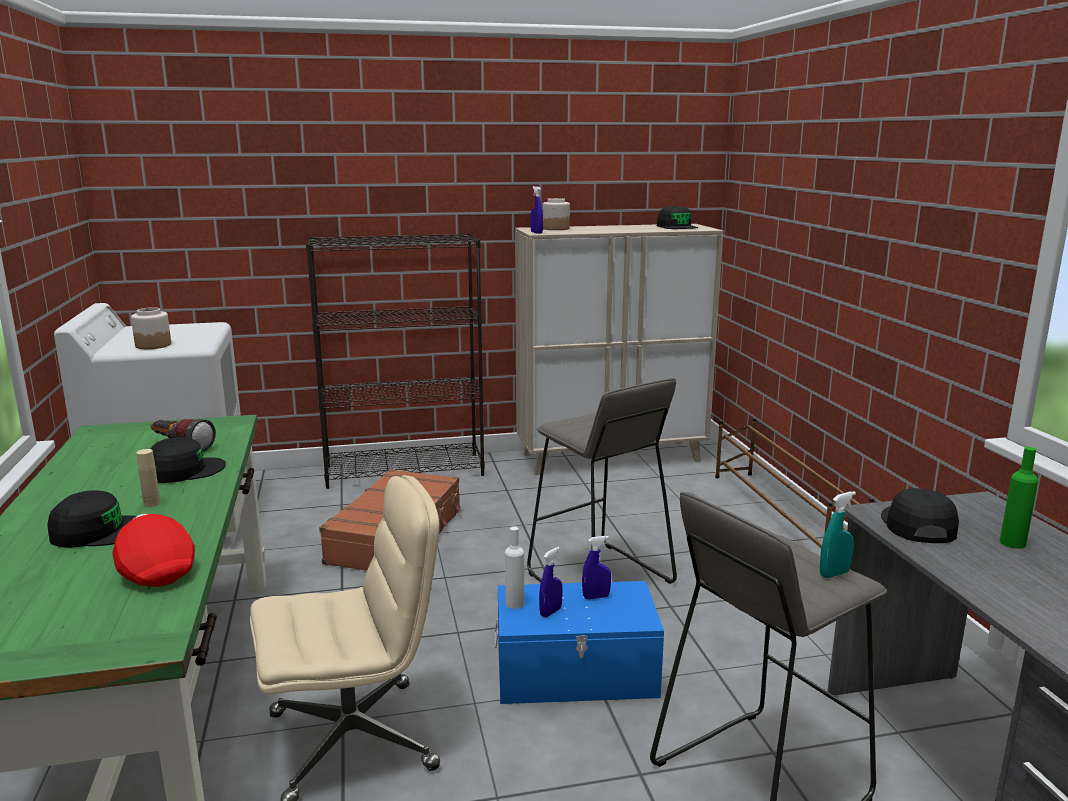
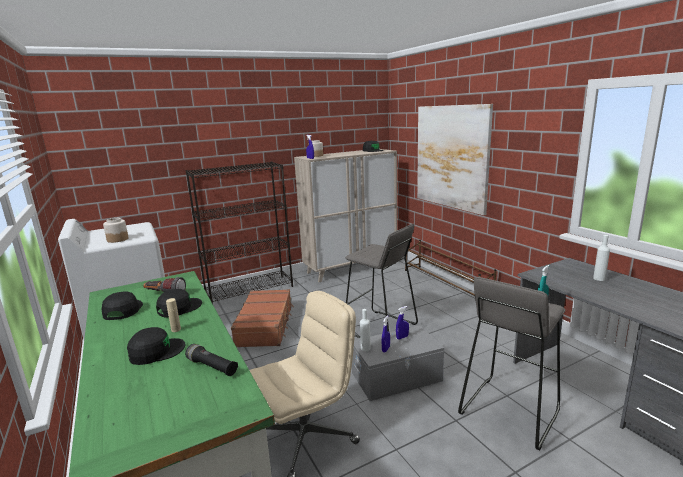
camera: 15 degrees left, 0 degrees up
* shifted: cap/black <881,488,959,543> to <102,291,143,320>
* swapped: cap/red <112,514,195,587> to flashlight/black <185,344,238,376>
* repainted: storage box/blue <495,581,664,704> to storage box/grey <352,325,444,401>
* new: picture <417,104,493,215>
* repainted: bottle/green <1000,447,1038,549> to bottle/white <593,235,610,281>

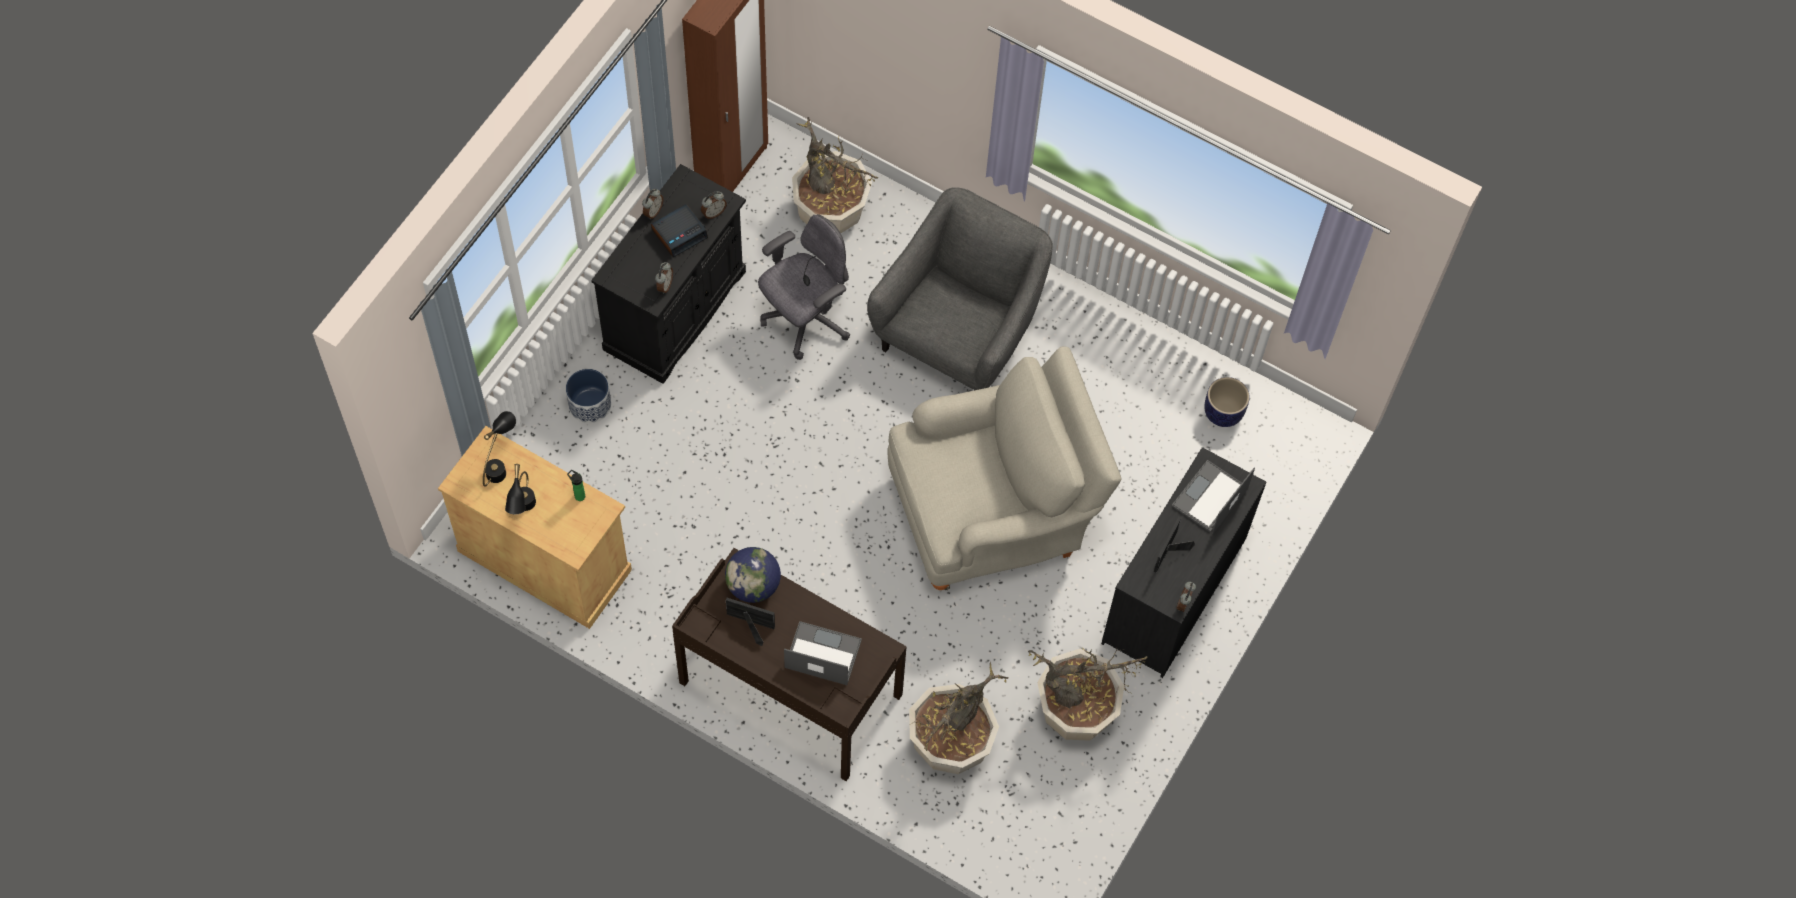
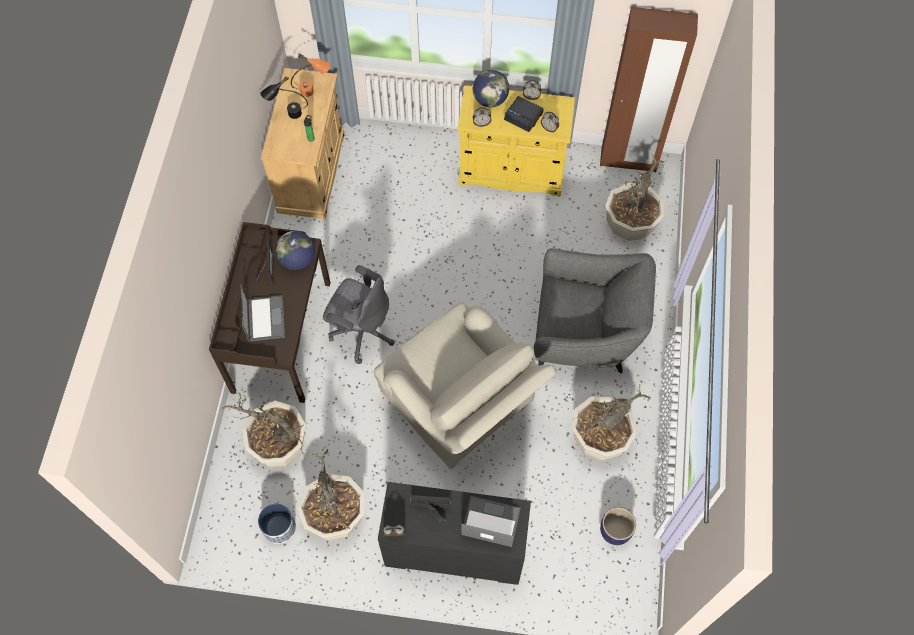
camera: 70 degrees right, 0 degrees up
* shifted: planter <566,369,611,423> to <258,503,296,544>
* repainted: table lamp/black <483,411,516,487> to table lamp/orange <291,54,331,97>
* shifted: office chair/grey <758,214,851,360> to <323,265,395,364>
* repainted: cabinet/black <591,164,746,384> to cabinet/yellow <457,85,575,196>
* new: globe <473,70,509,107>
* new: potted plant <572,385,651,461>

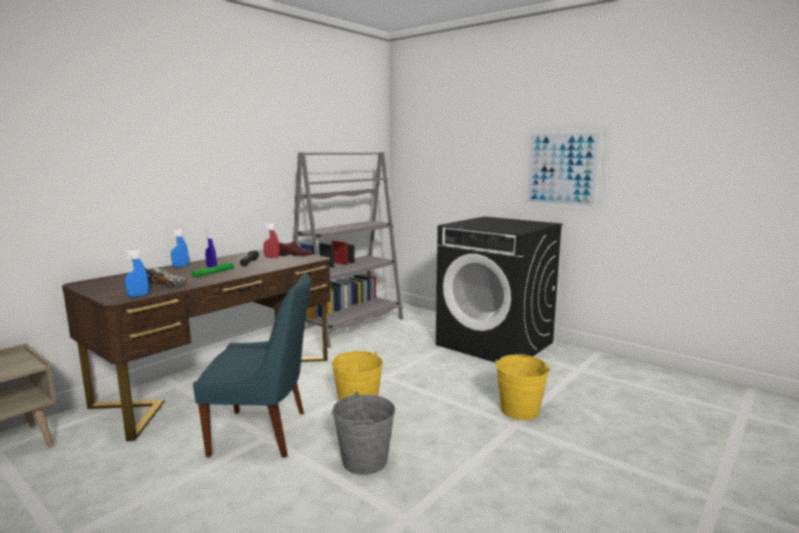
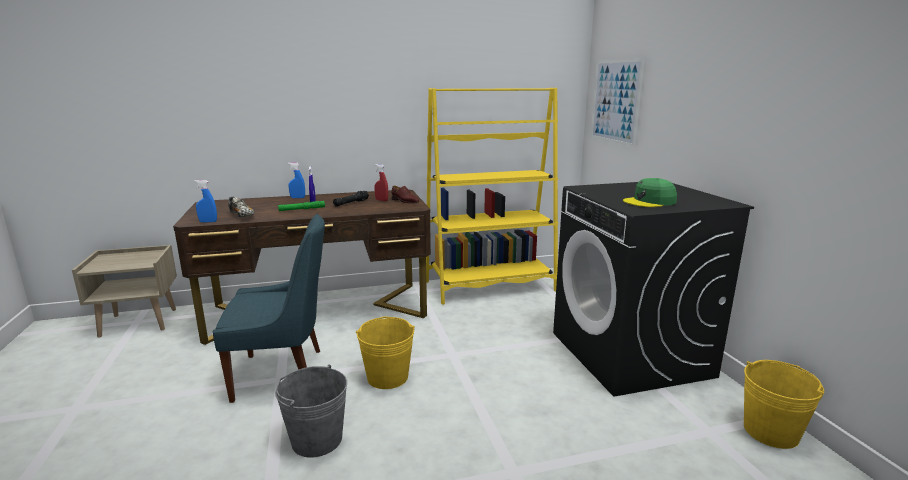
camera: 35 degrees right, 5 degrees up
* rotated: chair/blue <193,272,311,458> = <213,214,325,403> 45 degrees counterclockwise
* repainted: bookcase/grey <293,152,403,348> to bookcase/yellow <426,88,558,305>
* shifted: picture <525,130,603,209> to <591,58,645,146>
* new: cap/green <623,178,677,207>
* shifted: bucket/yellow <495,355,550,420> to <744,360,824,449>

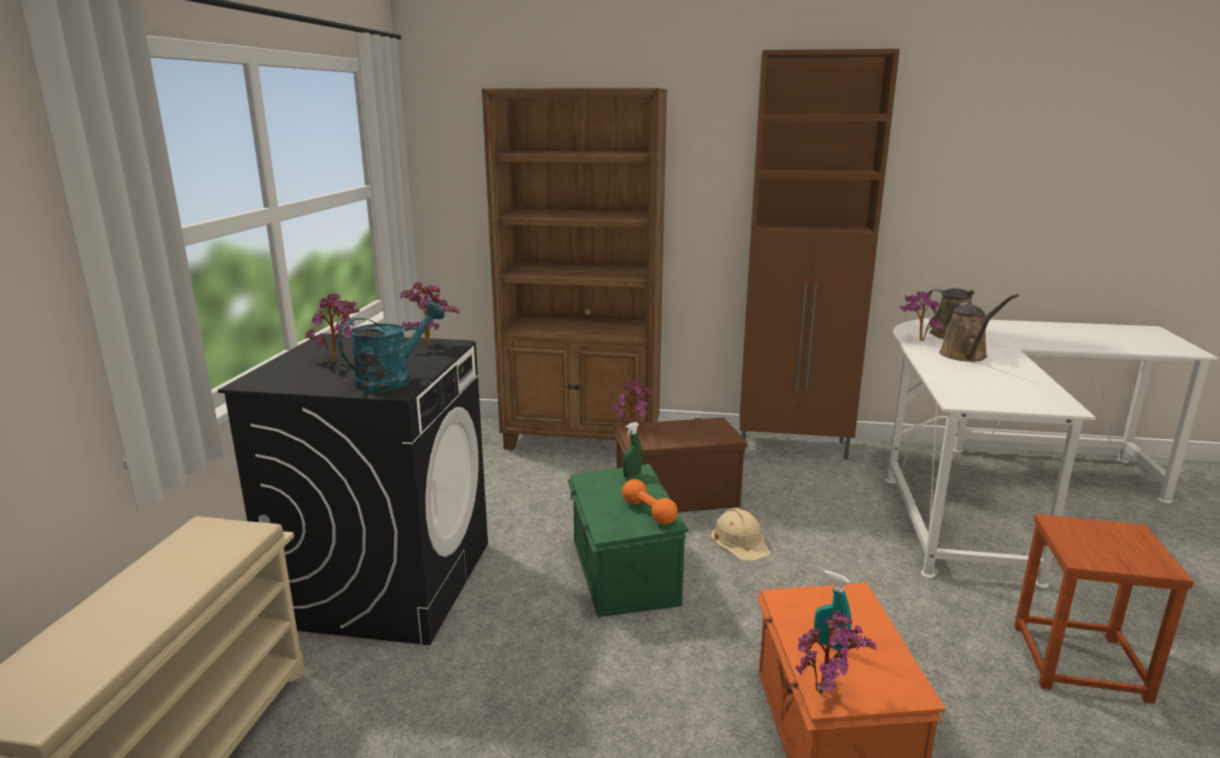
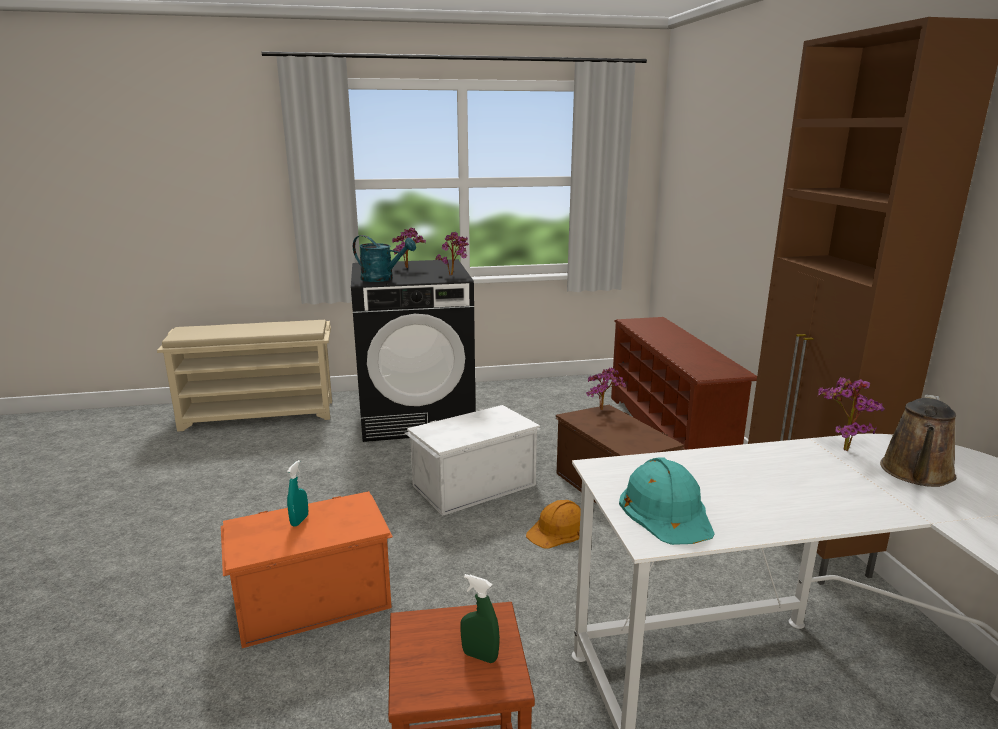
camera: 70 degrees right, 0 degrees up
* repainted: storage box/green <567,464,688,617> to storage box/white <405,405,540,516>
* shifted: spray bottle/green <623,422,642,478> to <460,574,500,663>
* repainted: hard hat/beige <711,508,770,561> to hard hat/orange <526,500,581,549>
* swapped: bookcase/brown <482,88,667,450> to shoe rack/brown <611,317,757,450>
* new: hard hat/turquoise <619,457,715,545>
* gone: dumbbell/orange <622,479,678,525>
* gone: potted plant <796,611,876,694>
* gone: watering can/brown <939,303,992,362>

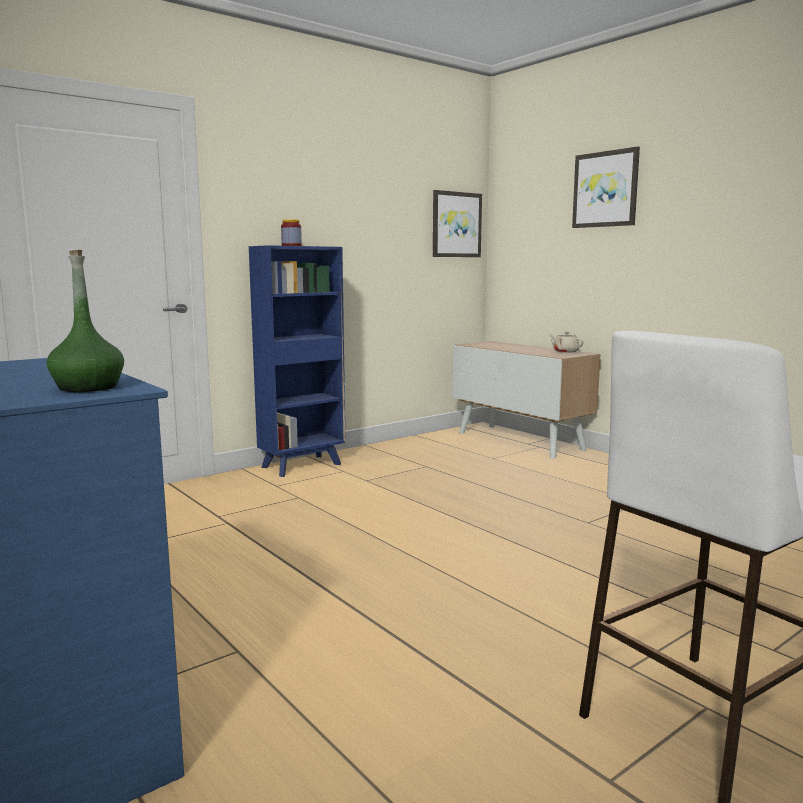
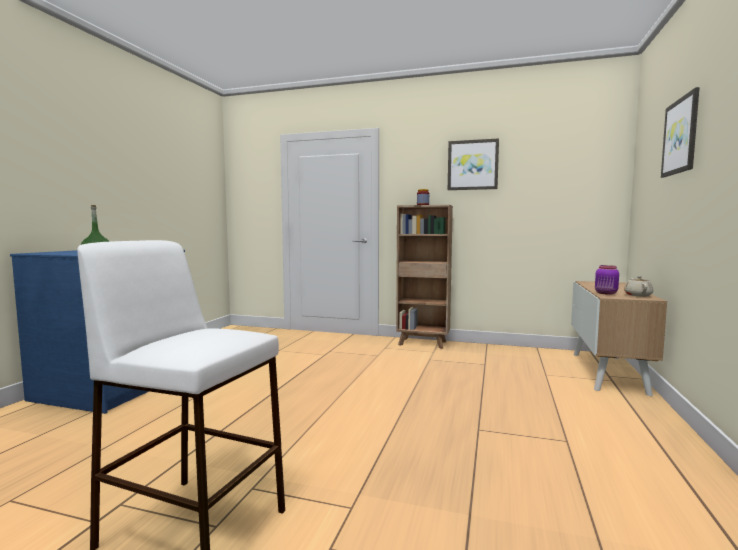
camera: 55 degrees right, 5 degrees down
* repainted: bookcase/blue <249,245,346,477> to bookcase/brown <396,205,453,349>
* shifted: picture <433,190,482,257> to <448,138,499,190>
* new: jar/purple <595,265,619,295>

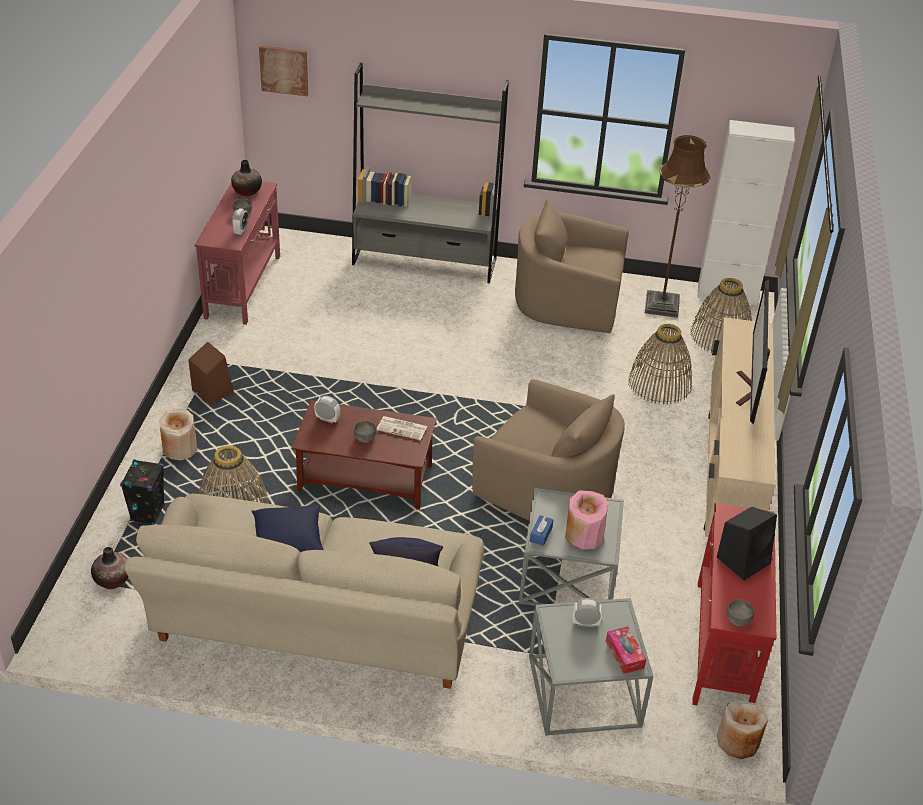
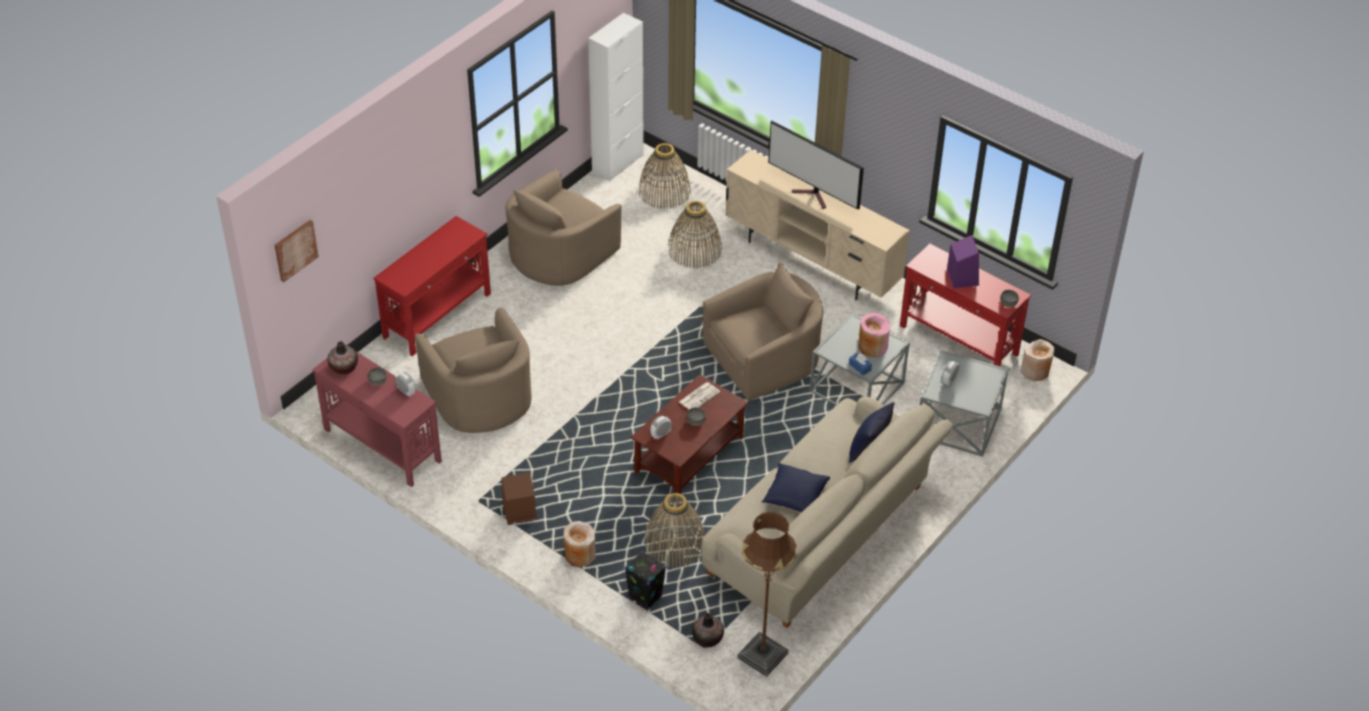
camera: 60 degrees left, 5 degrees up
* swapped: bookcase/grey <352,62,509,283> to console table/red <373,216,491,356>
* new: armchair/beige <415,307,532,433>
* shifted: floor lamp/brown <645,135,711,318> to <737,512,797,677>
* repainted: speaker/black <717,507,777,580> to speaker/purple <947,235,979,288>
* gone: tissue box <606,626,646,674>

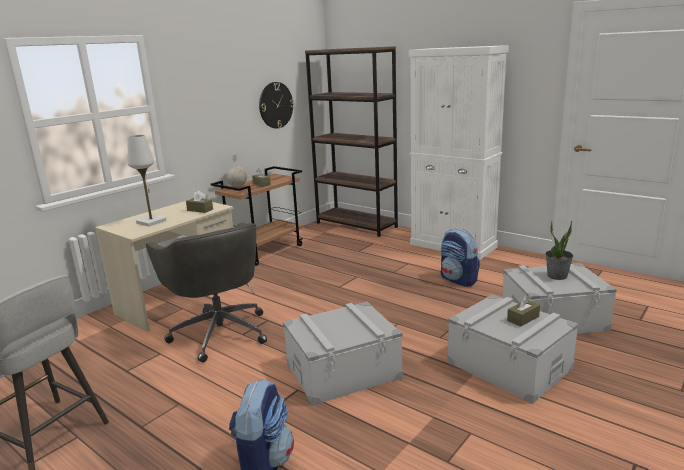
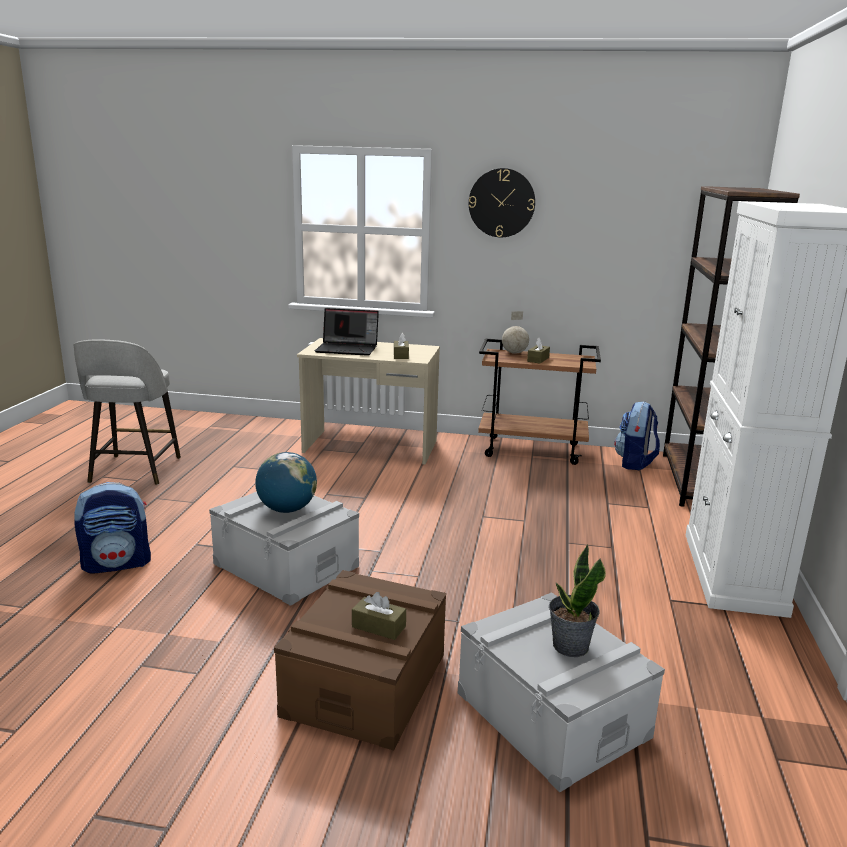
camera: 60 degrees right, 0 degrees up
* new: globe <255,452,317,513>
* repainted: storage box/grey <447,294,579,404> to storage box/brown <274,570,446,751>
* swapped: table lamp/white <128,135,167,227> to laptop <315,308,379,356>
* shifted: wall clock <259,82,294,129> to <469,168,535,237>
* shifted: backpack <441,229,480,287> to <614,401,660,470>
* gone: office chair/grey <146,223,267,363>

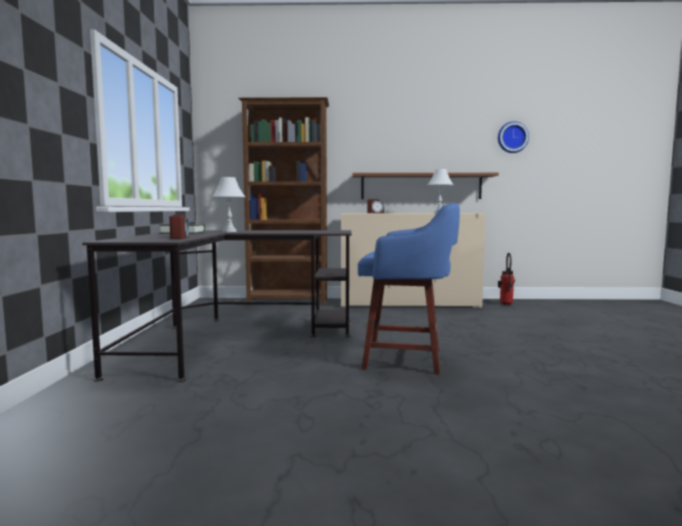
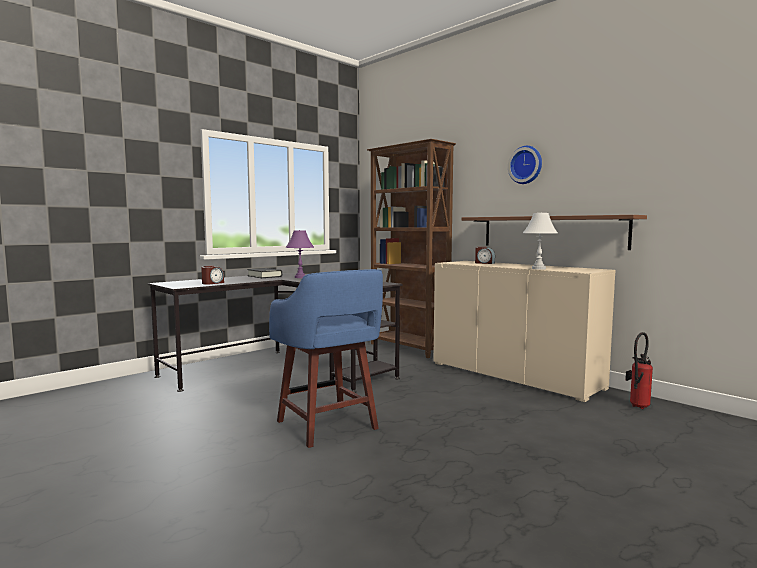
camera: 45 degrees right, 0 degrees up
* repainted: table lamp/white <212,177,245,232> to table lamp/purple <285,230,314,278>
* shifted: wall clock <498,121,529,153> to <508,146,542,184>

